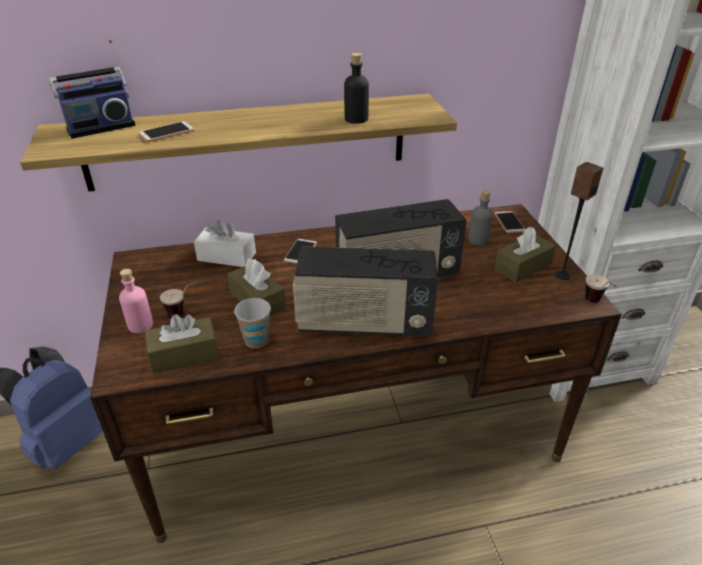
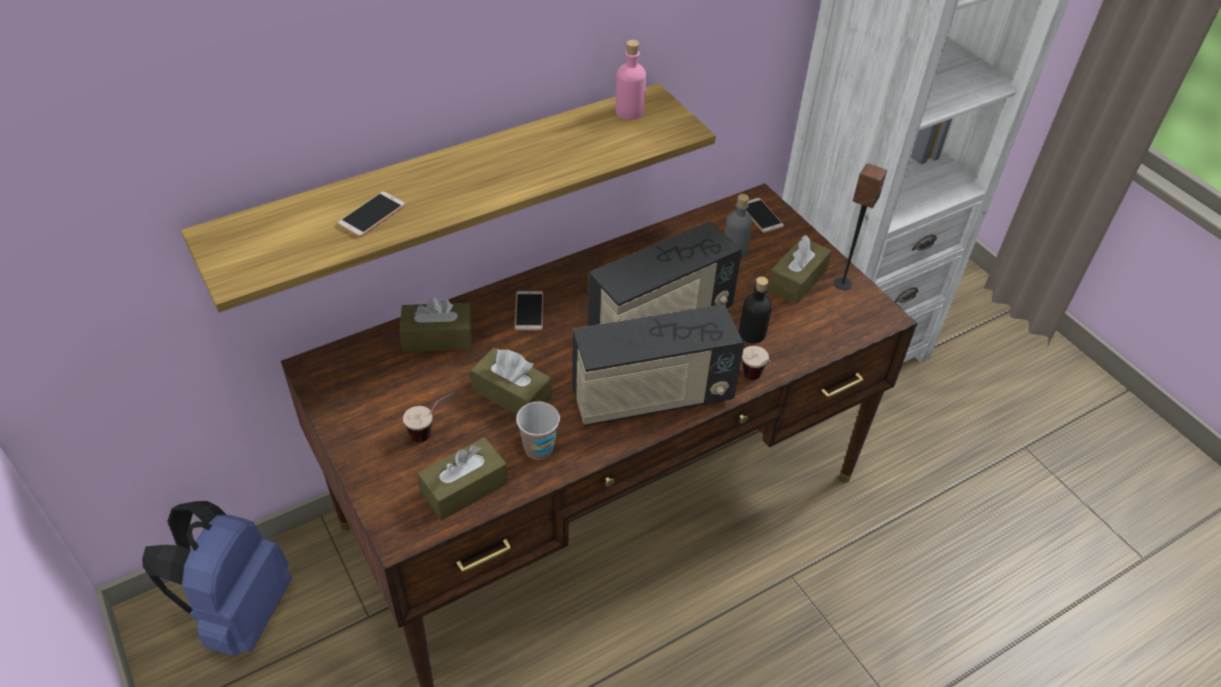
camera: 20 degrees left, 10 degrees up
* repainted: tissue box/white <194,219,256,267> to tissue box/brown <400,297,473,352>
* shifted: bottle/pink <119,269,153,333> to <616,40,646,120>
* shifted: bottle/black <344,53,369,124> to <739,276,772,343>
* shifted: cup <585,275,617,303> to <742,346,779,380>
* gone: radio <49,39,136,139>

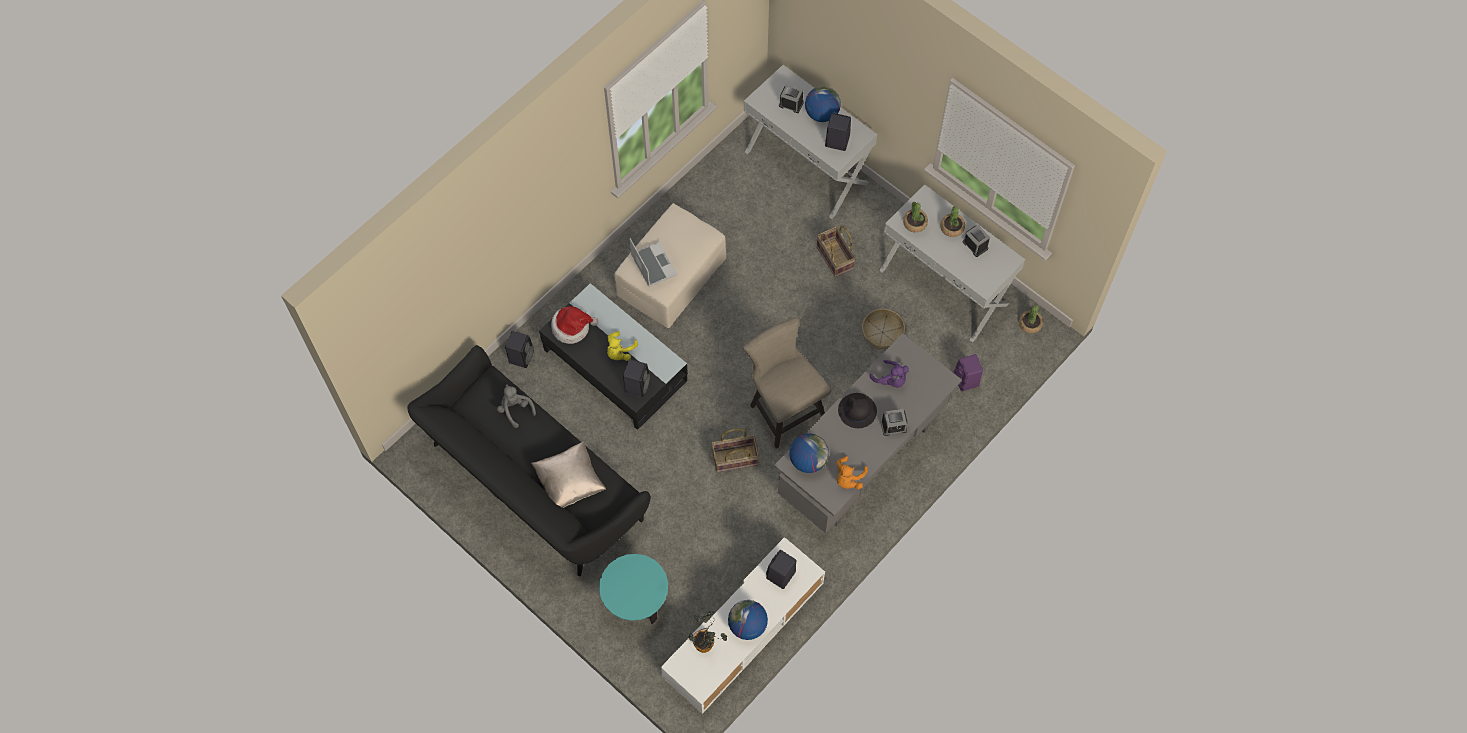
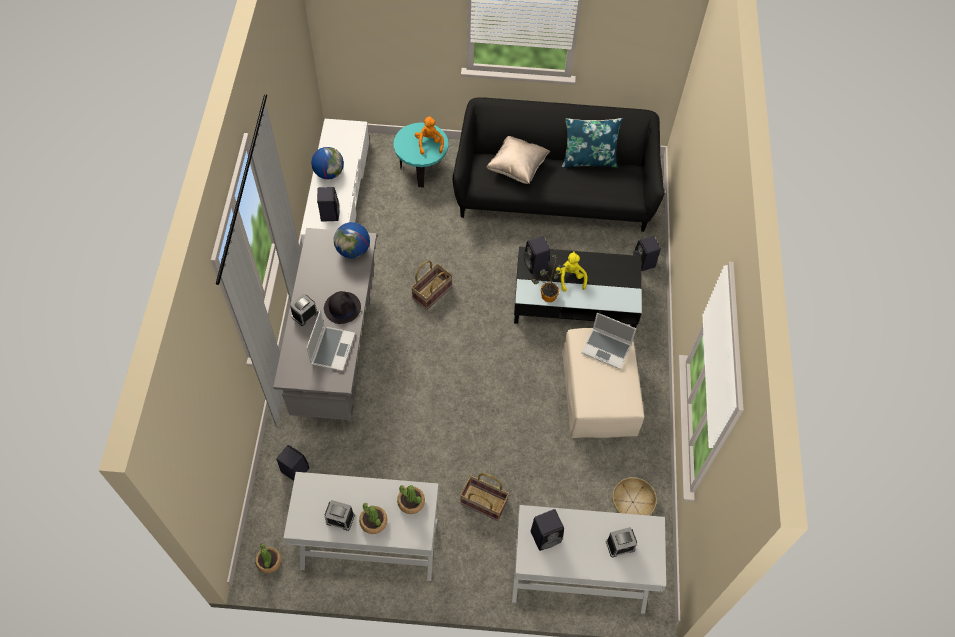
camera: 140 degrees right, 5 degrees down
* repainted: speaker/purple <954,354,983,392> to speaker/black <276,445,309,481>
* swapped: plush toy/purple <870,360,909,388> to laptop <306,310,355,371>
* shifted: plush toy/orange <836,456,868,489> to <415,116,444,155>
* shifted: potted plant <688,611,727,653> to <532,254,565,302>
* new: pillow/blue <562,118,623,168>
* shifted: basket <862,309,905,350> to <612,477,657,516>
* gone: plush toy/grey <497,384,536,428>
* gone: hat <551,306,598,344>
* gone: stool/beige <743,317,831,449>
* gone: globe <805,86,841,122>

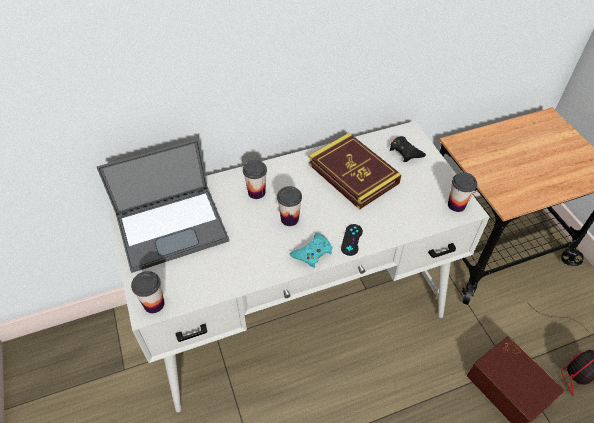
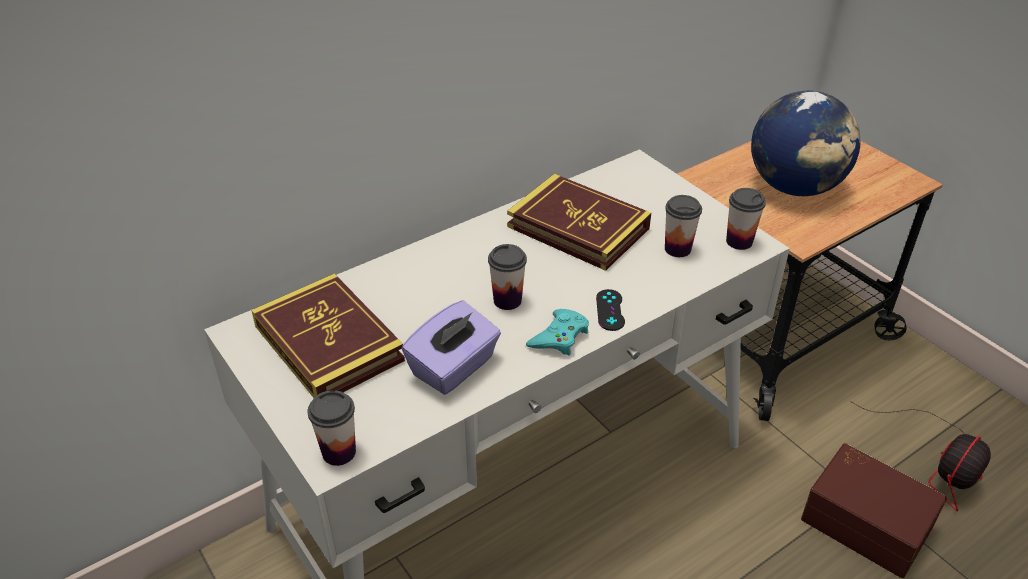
camera: 15 degrees left, 10 degrees down
* swapped: laptop <97,139,229,273> to book <251,274,405,398>
* new: tissue box/purple <401,300,501,395>
* shifted: cup <243,160,267,199> to <665,195,702,257>
* new: globe <751,91,860,196>
* gone: game controller/black <390,136,426,163>

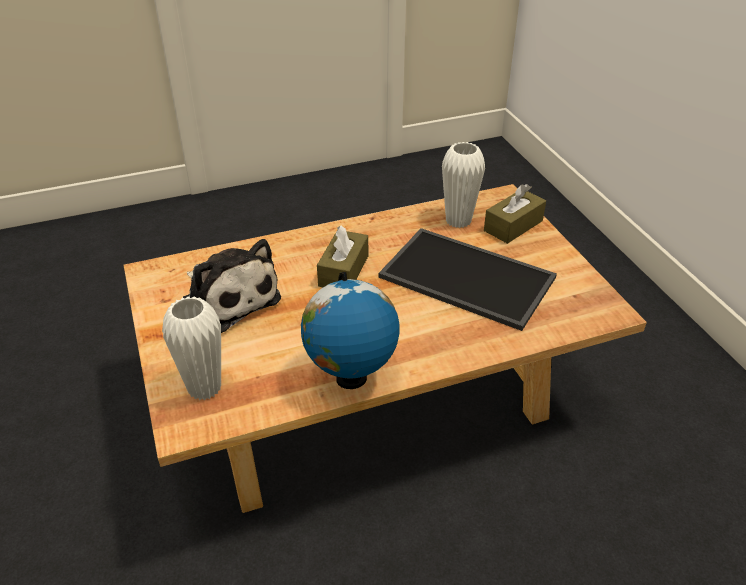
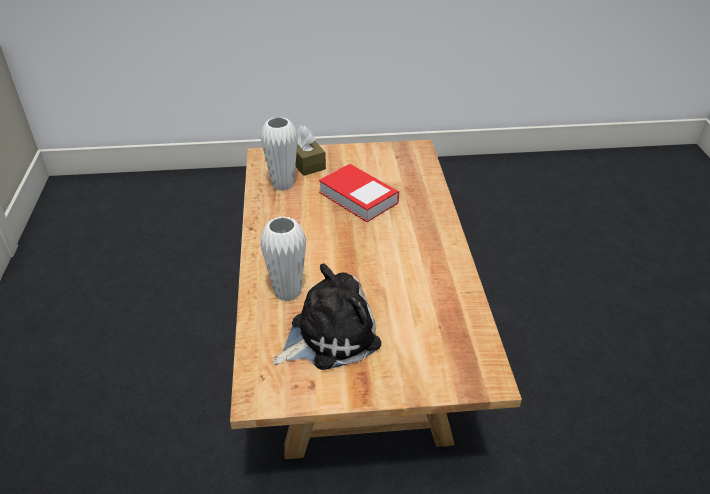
camera: 75 degrees left, 0 degrees up
* shifted: vase/white <162,296,221,400> to <260,216,306,302>
* swapped: tray <379,228,557,331> to book <319,164,399,222>
* gone: globe <301,272,399,389>
* gone: tissue box/brown <317,226,368,287>

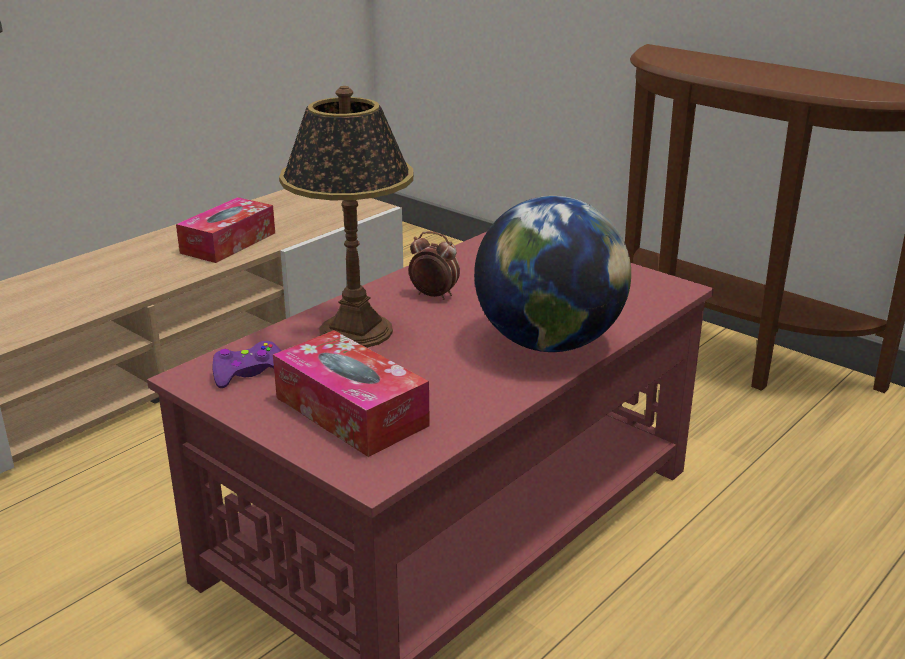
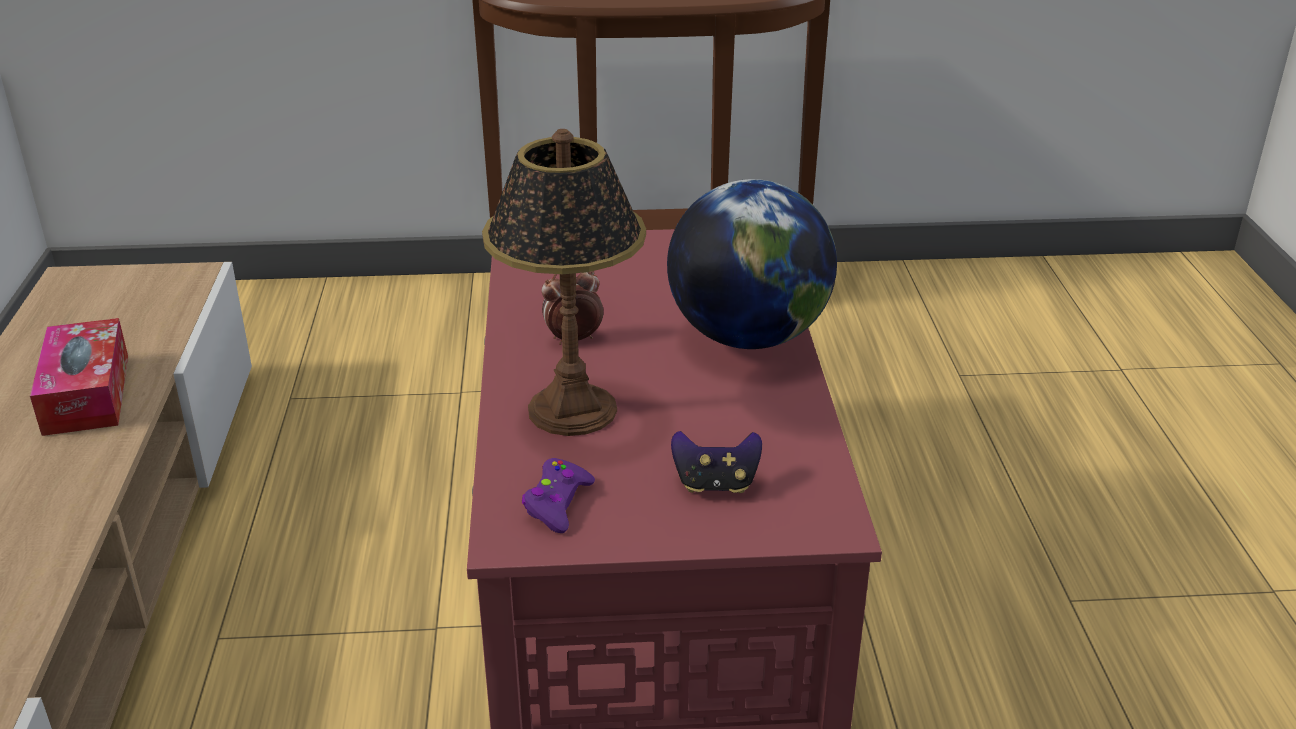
camera: 45 degrees left, 5 degrees up
* swapped: tissue box <273,330,430,457> to game controller <671,431,762,493>

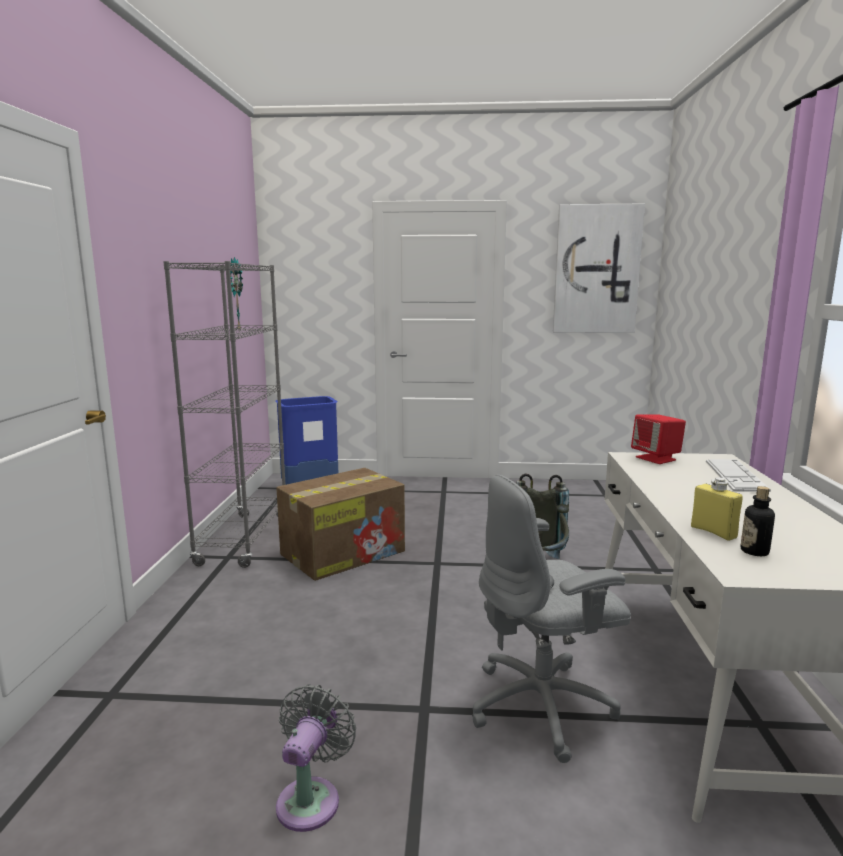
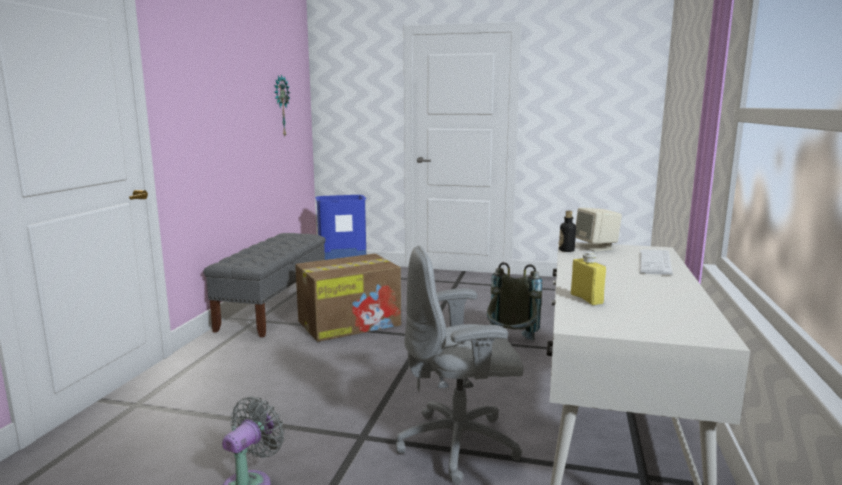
camera: 10 degrees right, 0 degrees up
* swapped: bookcase/grey <163,261,286,568> to bench/grey <203,233,326,337>
* shifted: bottle <741,486,775,556> to <559,211,576,252>
* repainted: speaker/red <631,414,686,464> to speaker/beige <576,208,622,252>
* gone: picture <553,204,645,333>

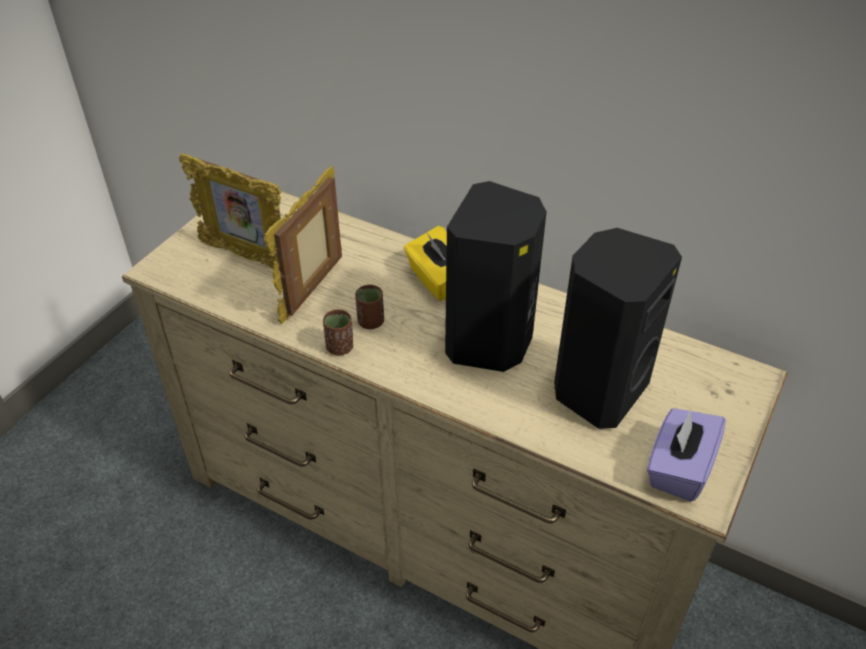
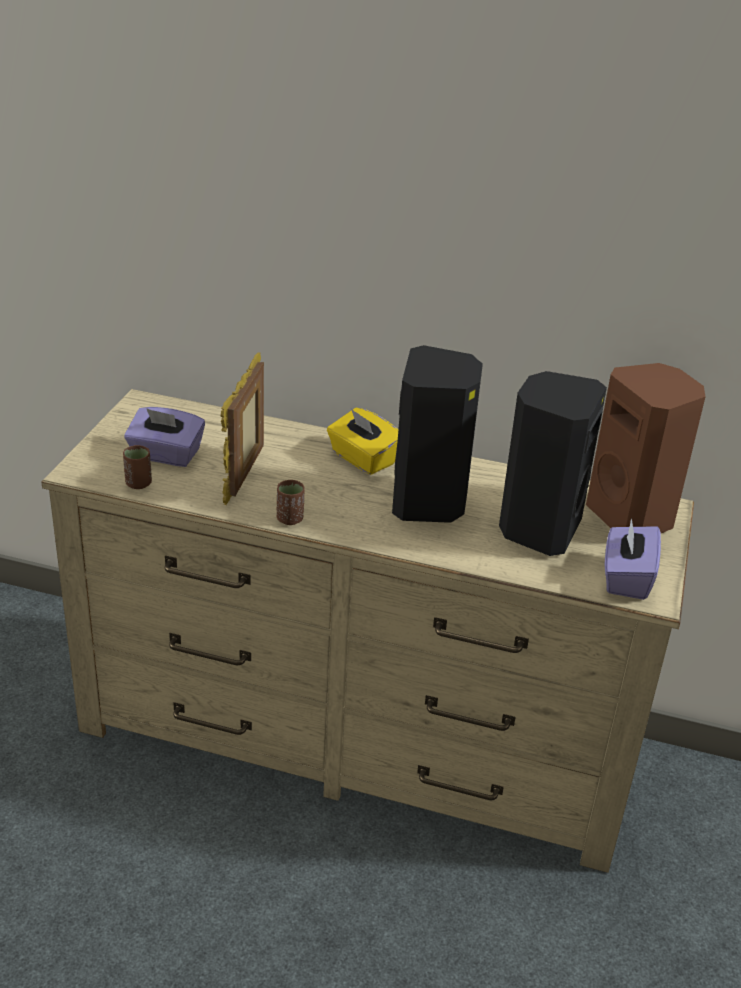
camera: 15 degrees left, 10 degrees down
* shifted: cup/brown <355,285,384,329> to <123,445,152,489>
* swapped: picture frame <179,153,281,271> to tissue box/purple <124,407,205,467>
* new: speaker/brown <586,363,706,533>

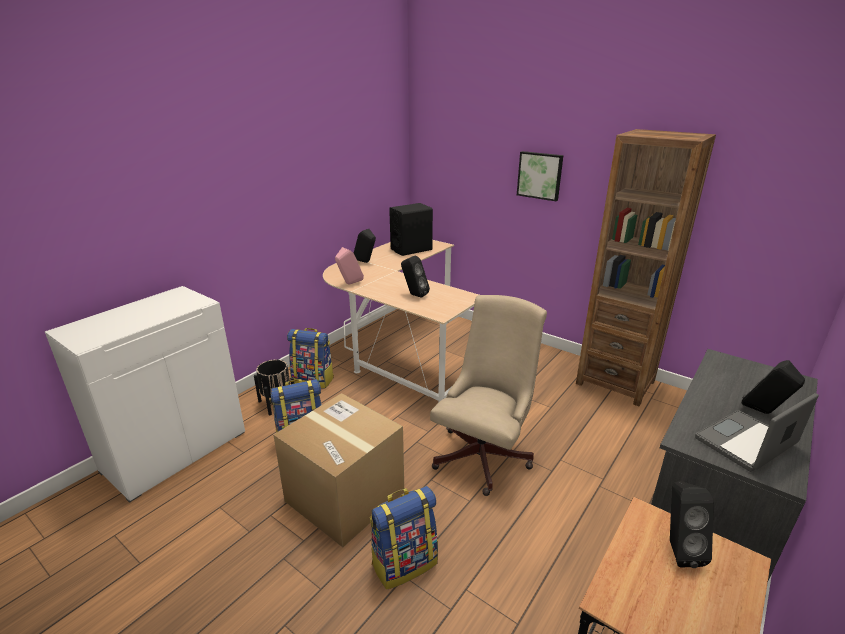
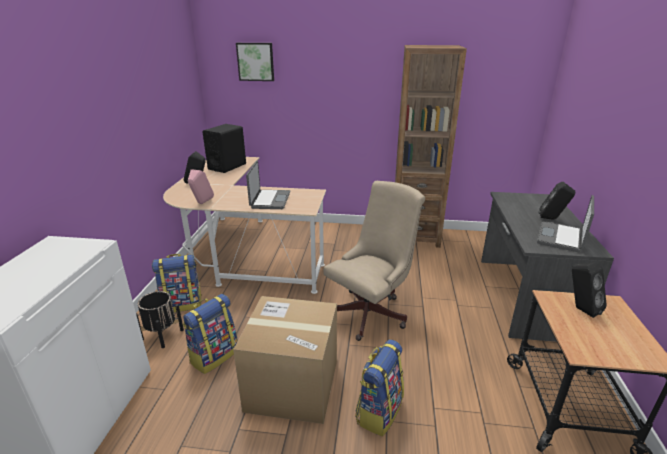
camera: 30 degrees left, 0 degrees up
* shifted: picture <517,151,563,201> to <236,43,274,81>
* swapped: speaker/black <401,255,430,298> to laptop <246,161,291,209>
* rotated: office chair/beige <430,295,547,496> = <323,181,425,341> 45 degrees clockwise

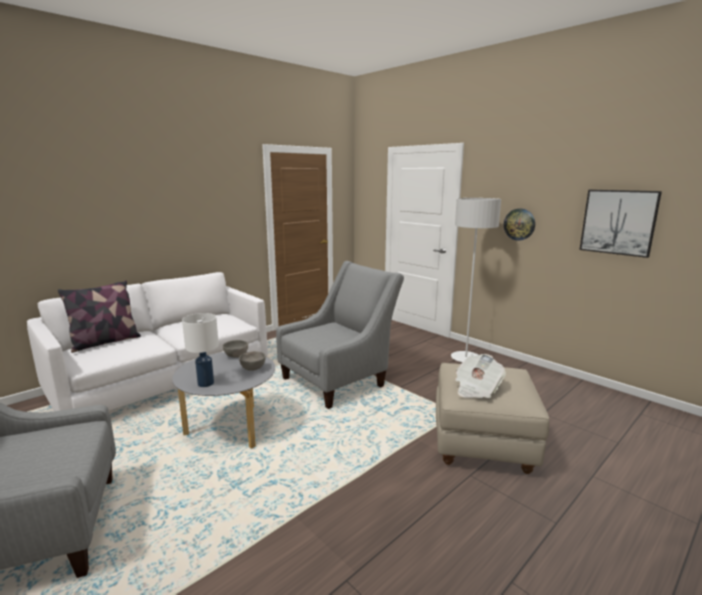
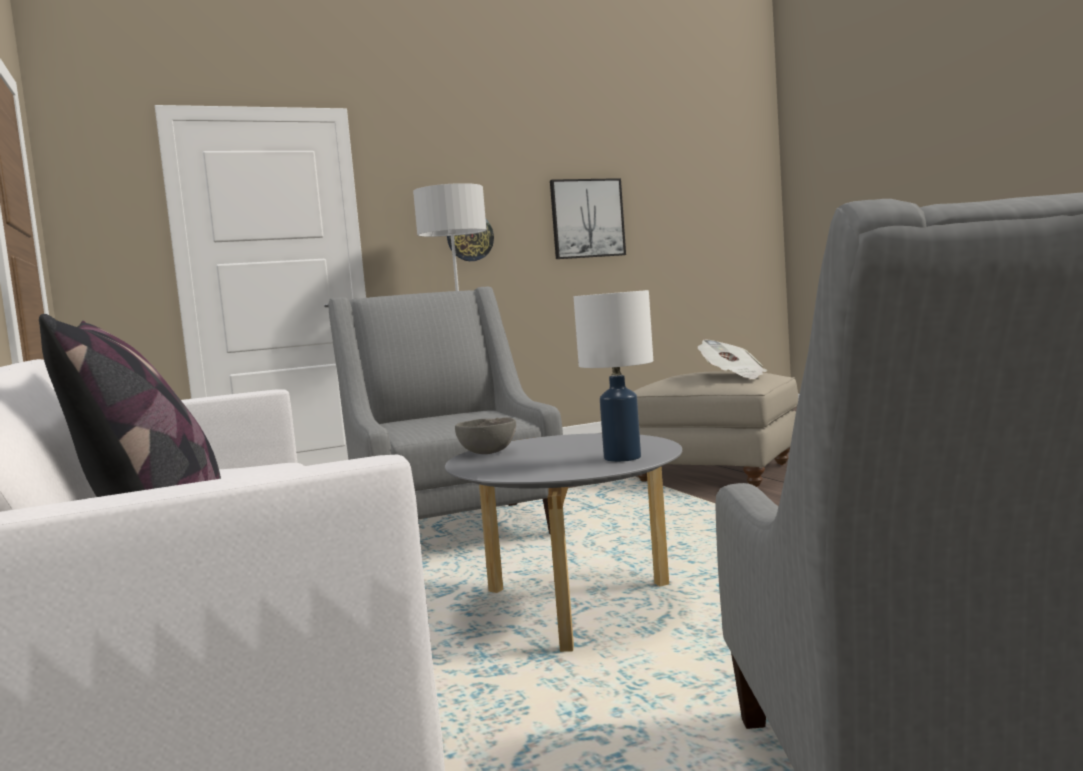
camera: 70 degrees left, 10 degrees down
* gone: bowl/grey <239,351,266,371>

